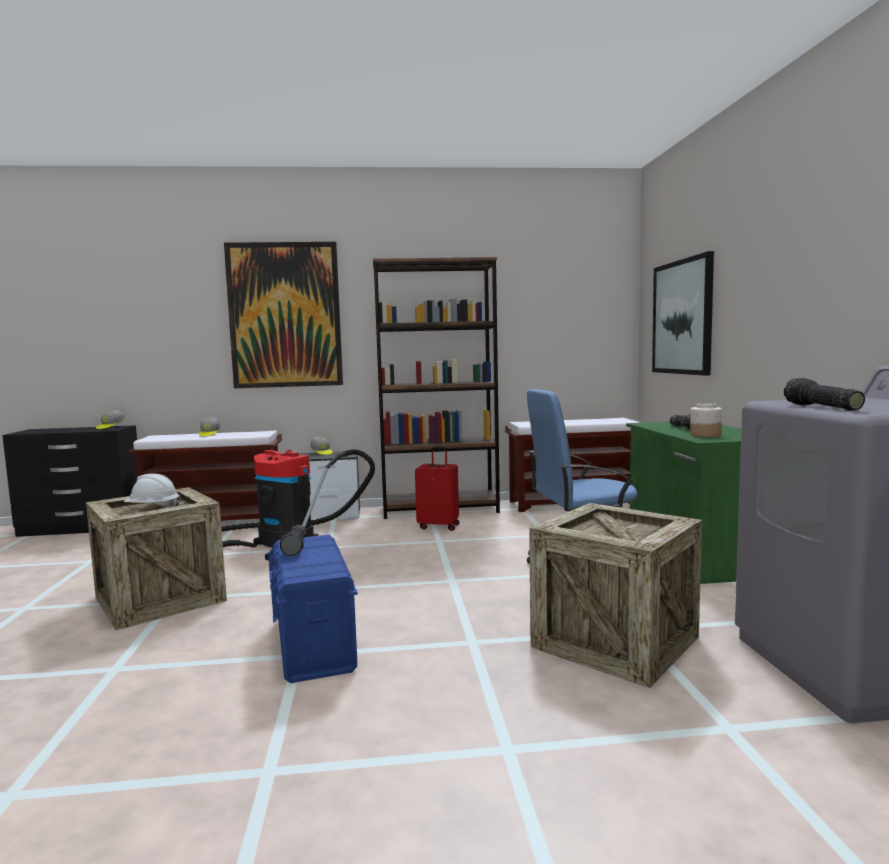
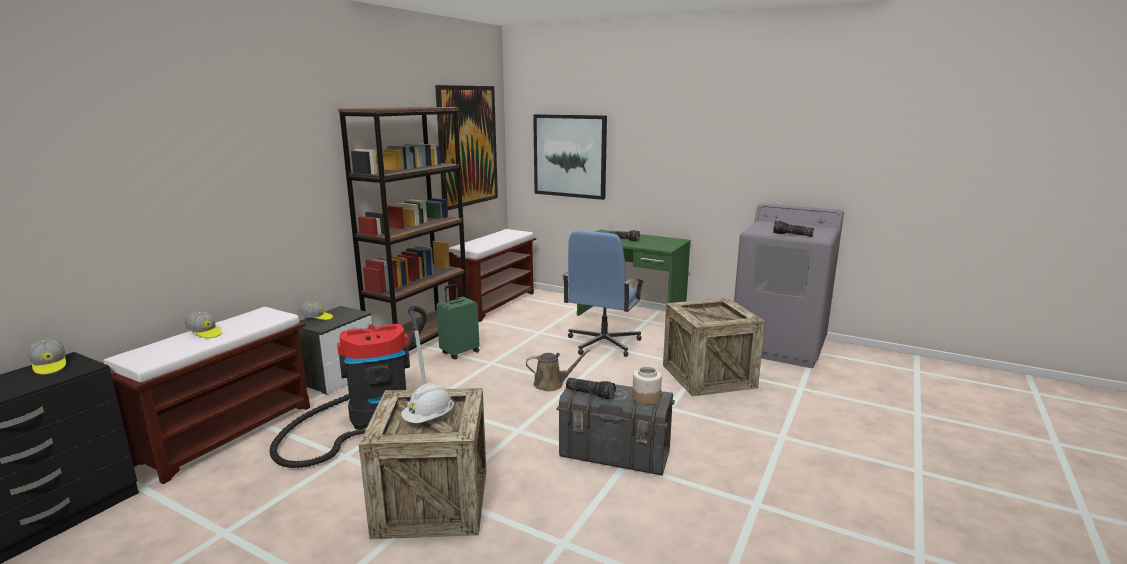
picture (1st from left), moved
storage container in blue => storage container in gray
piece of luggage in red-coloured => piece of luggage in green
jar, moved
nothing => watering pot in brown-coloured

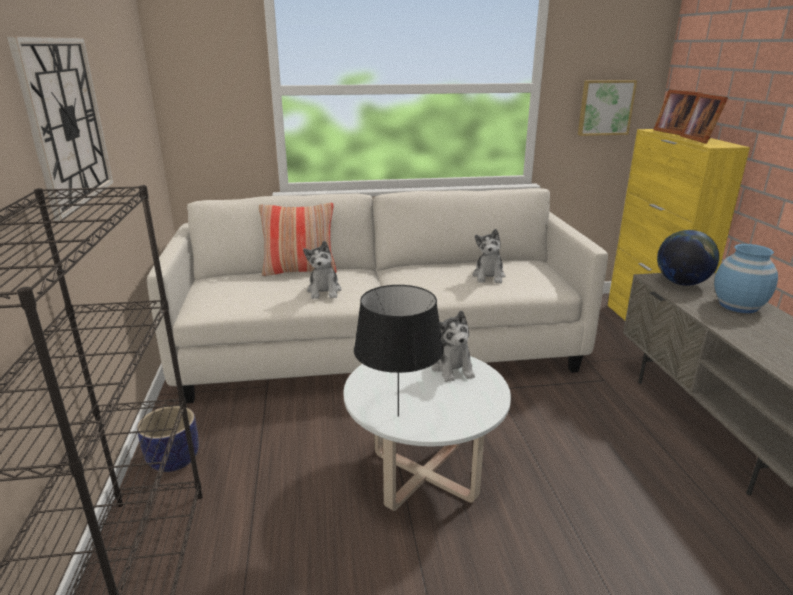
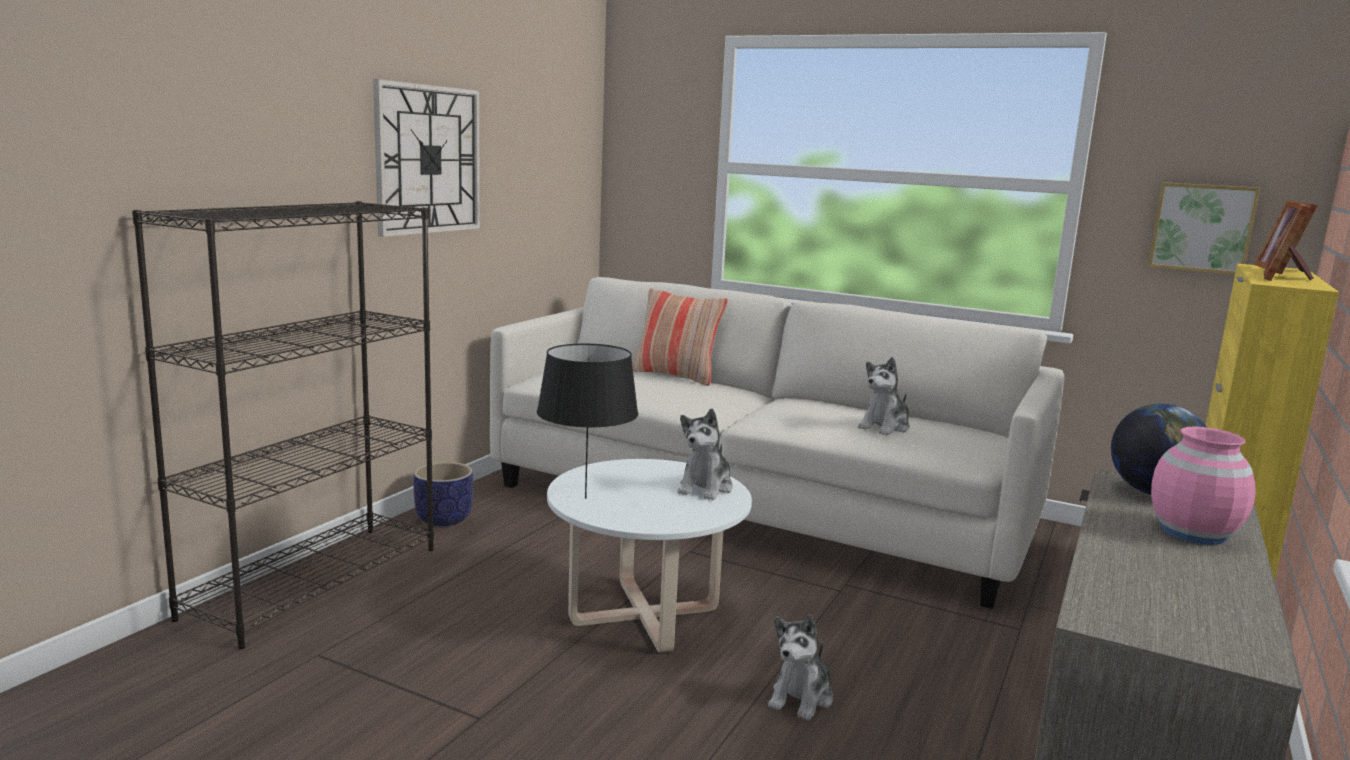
soft toy (1st from left in the first image) => soft toy (2nd from left), moved
vase in blue => vase in pinkish

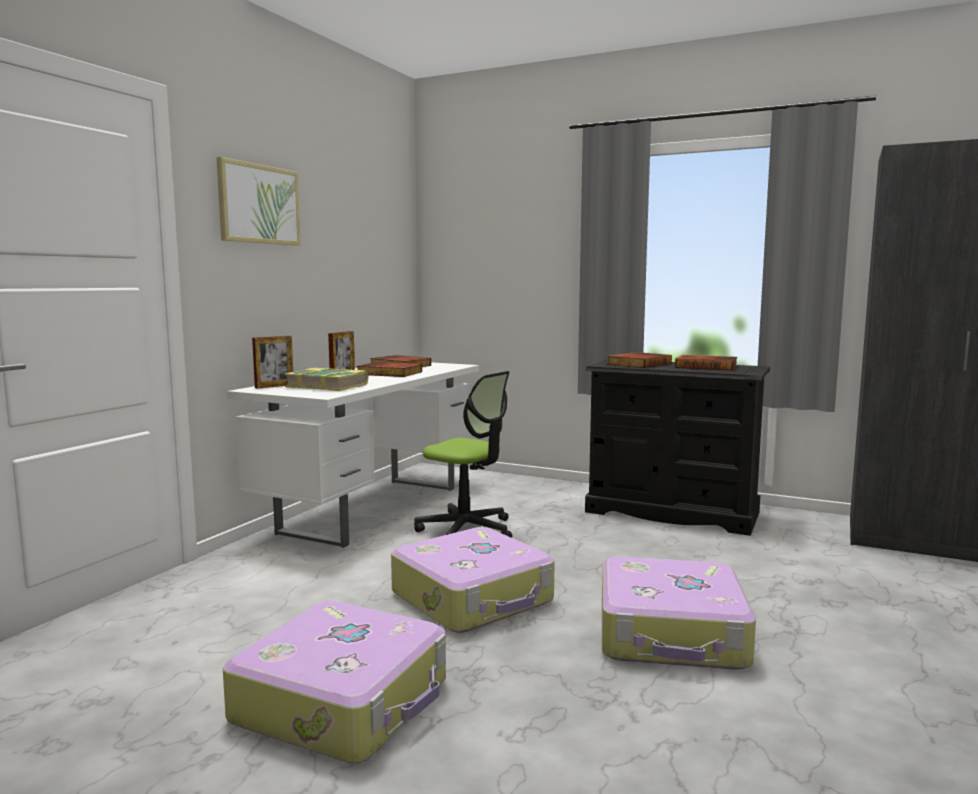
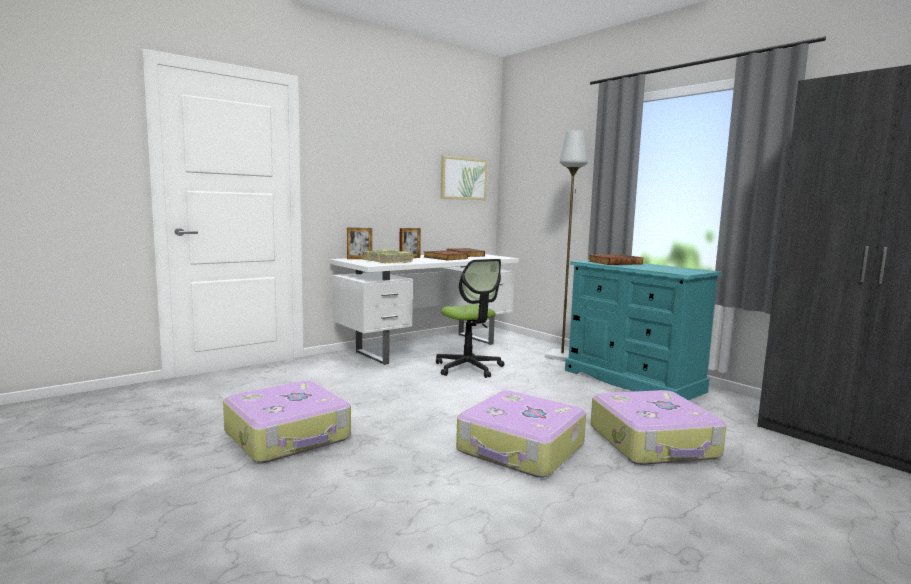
picture, moved
piece of luggage (2nd from left in the first image) => piece of luggage (3rd from left), moved
dresser in blackish => dresser in turquoise-coloured
book (5th from left) => nothing
nothing => standing lamp in gray

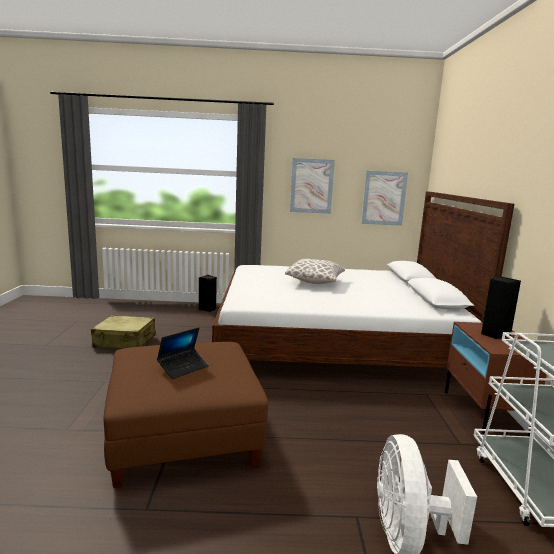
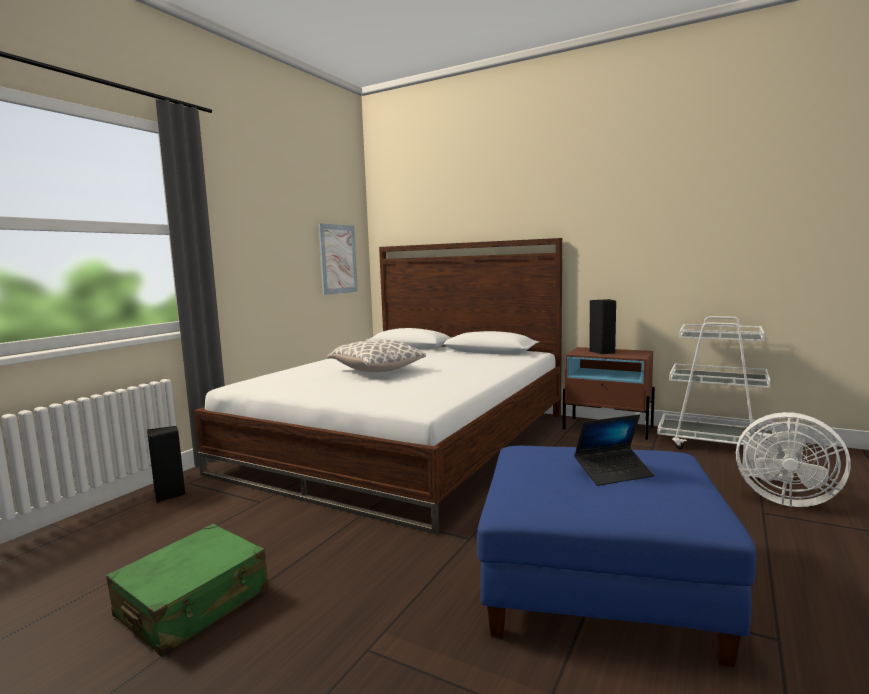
piece of luggage in sand-coloured => piece of luggage in green
pouffe in brown-coloured => pouffe in blue
portable computer, 90 degrees clockwise
picture (1st from left) => nothing

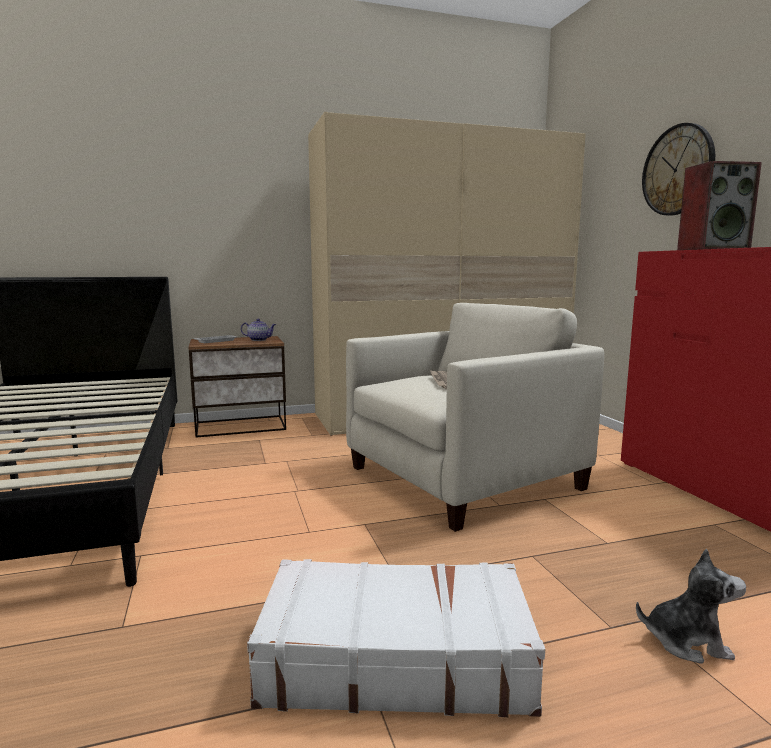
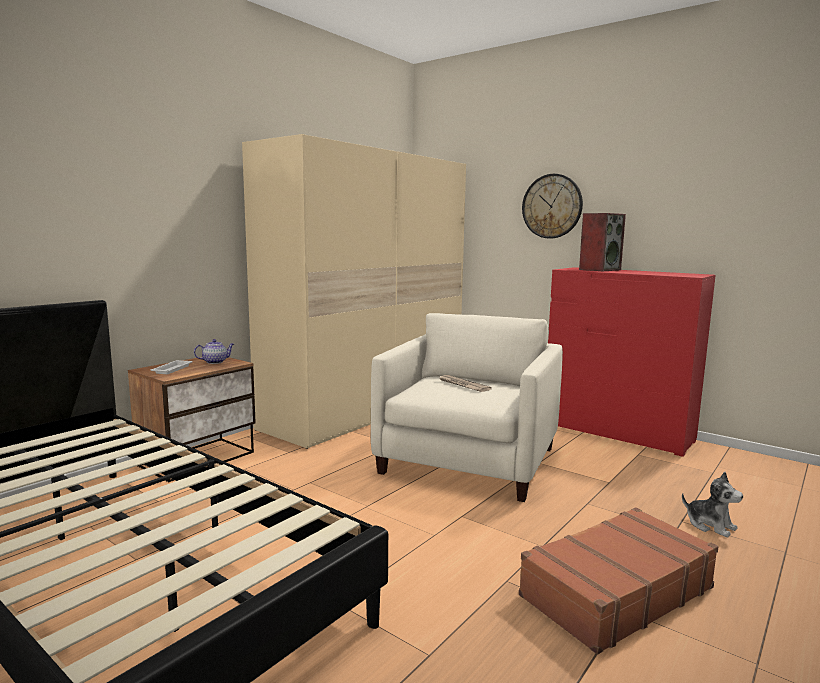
piece of luggage in whitish => piece of luggage in brown-coloured
soft toy, 75 degrees clockwise

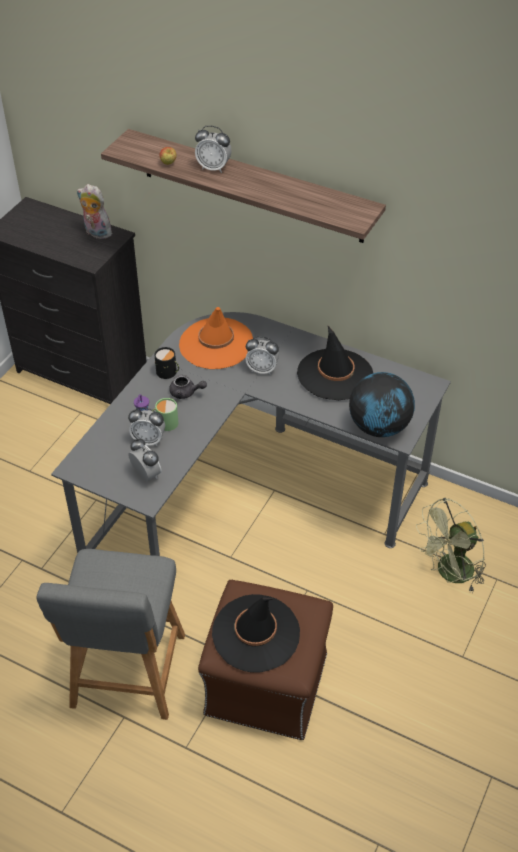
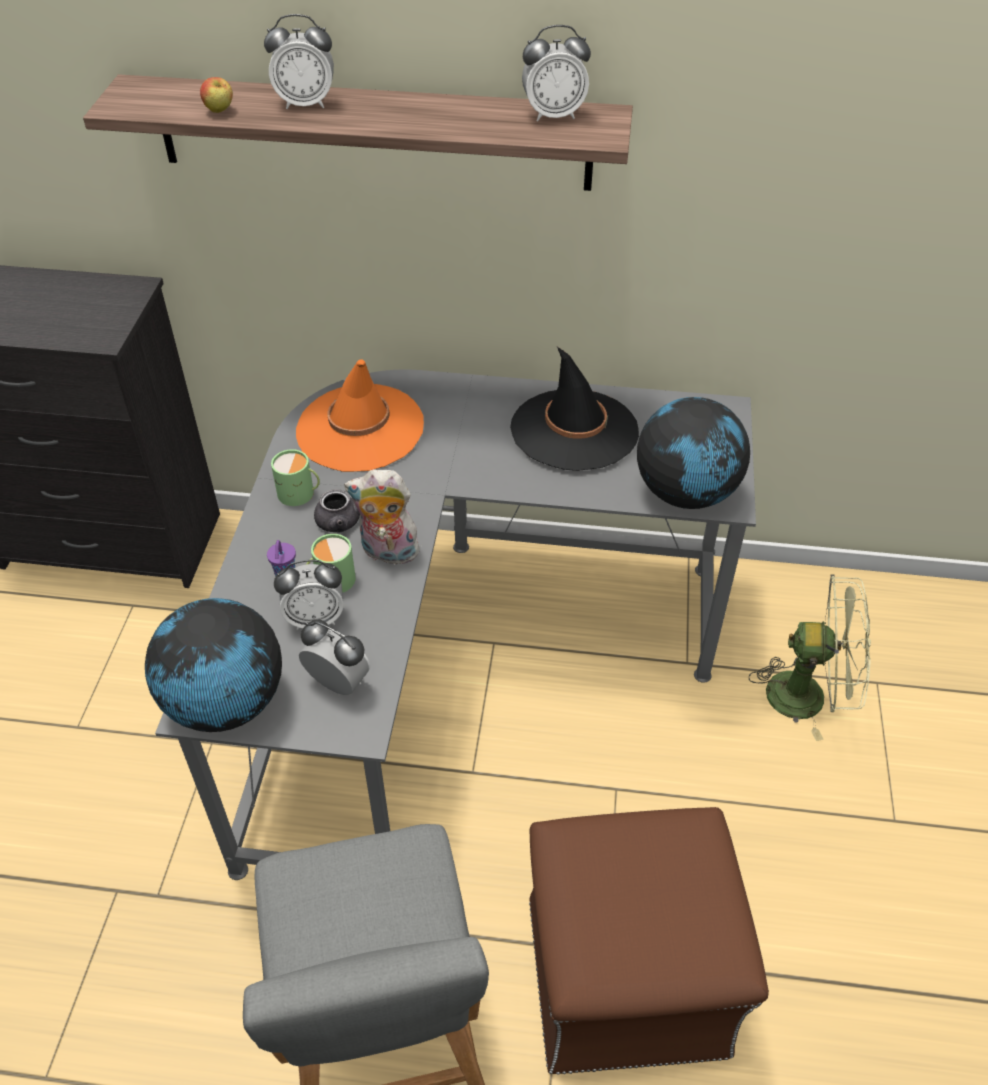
soft toy, moved
tea mug in blackish => tea mug in green (1st from left)
wearable hat in blackish (1st from left) => nothing
table clock (4th from left), moved
cooling fan in green, 120 degrees counterclockwise
nothing => globe (1st from left)

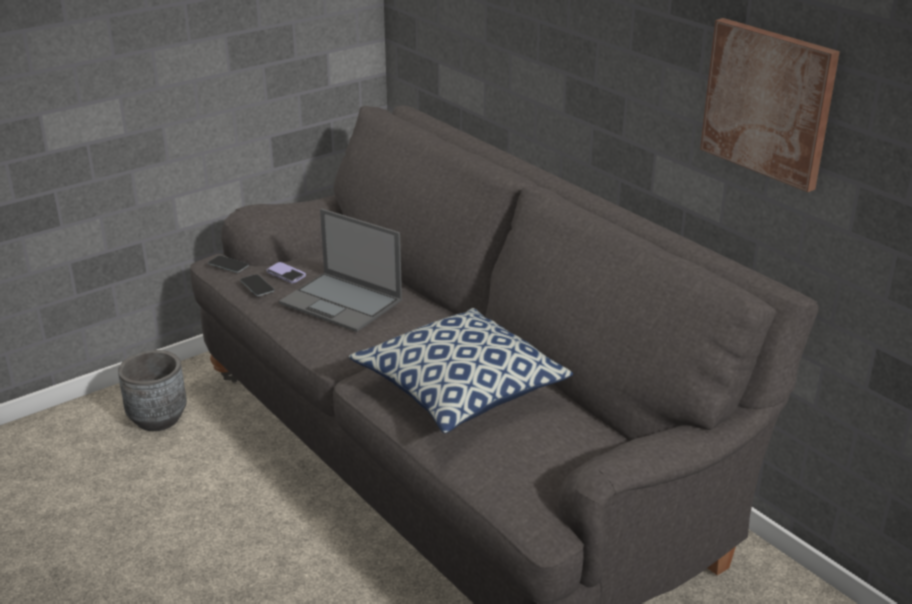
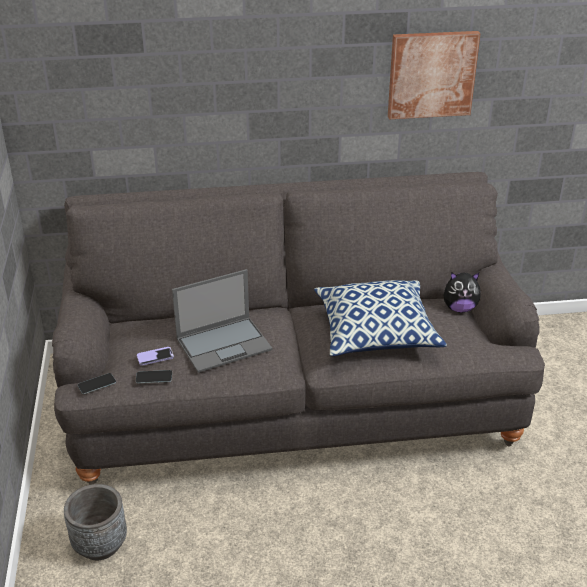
nothing => soft toy

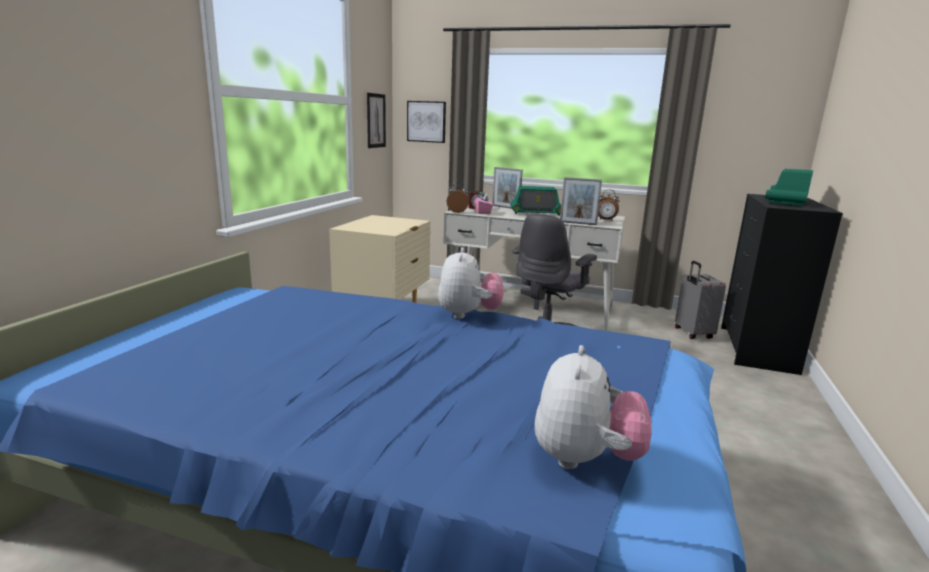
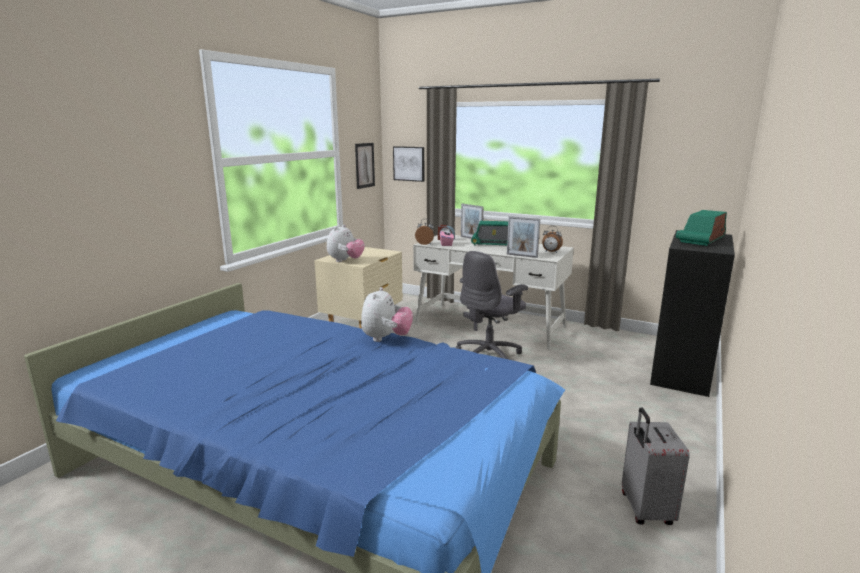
soft toy (2nd from left in the first image) => soft toy (1st from left), moved
piece of luggage in gray, moved

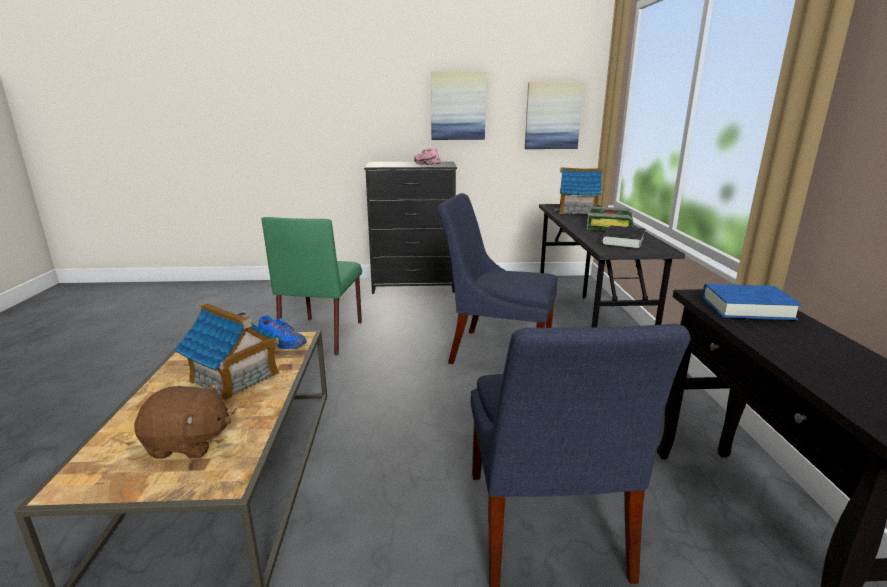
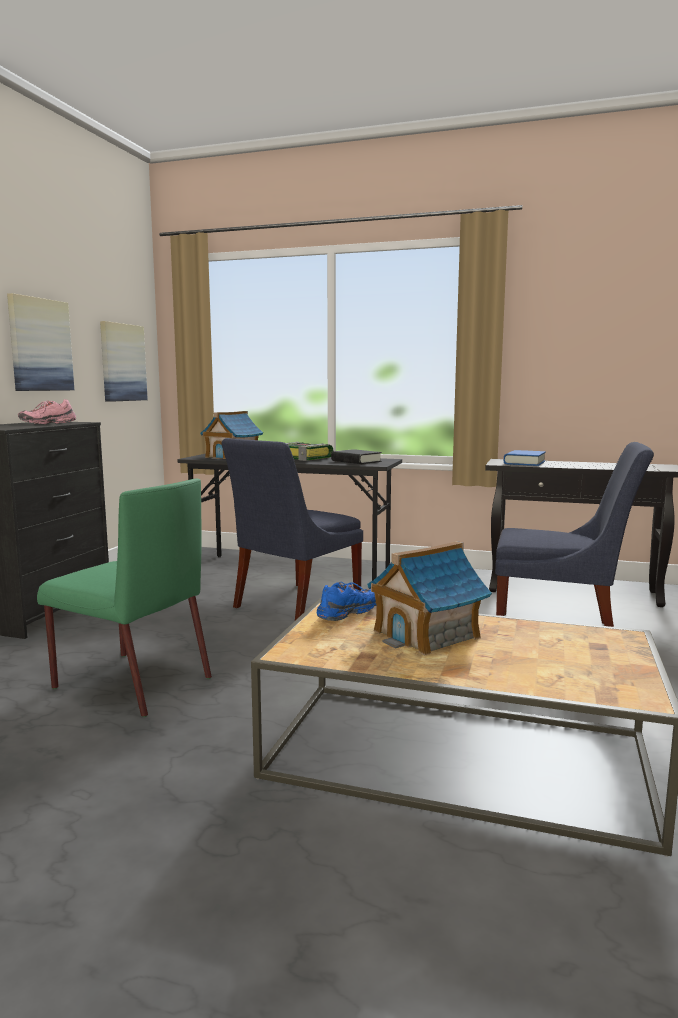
soft toy in brown-coloured => nothing

